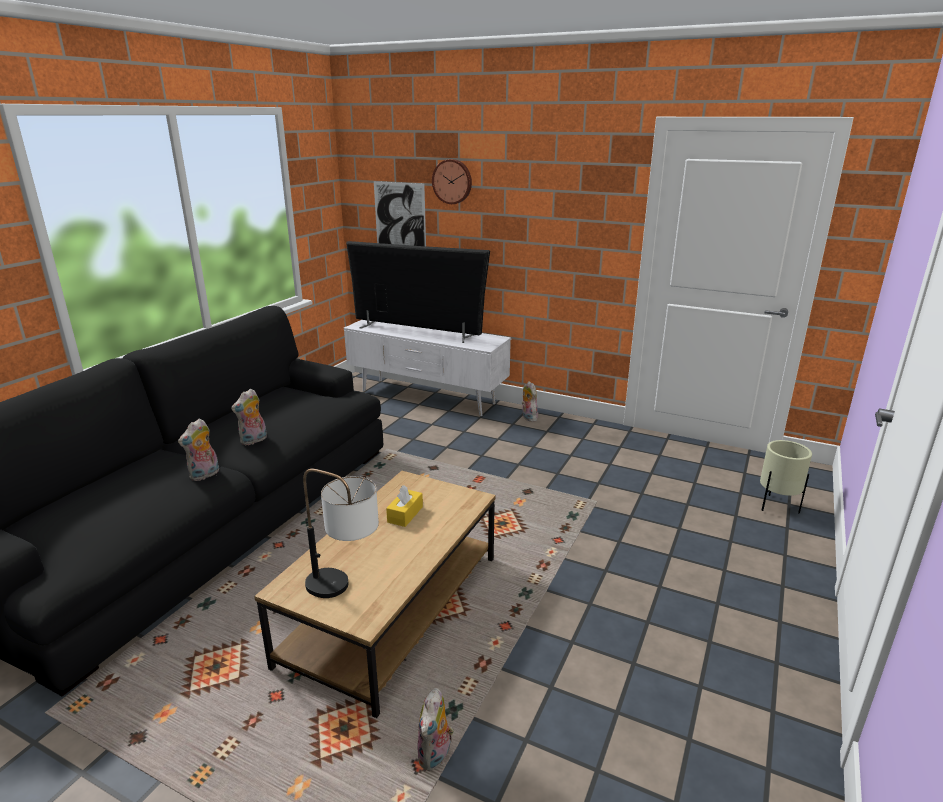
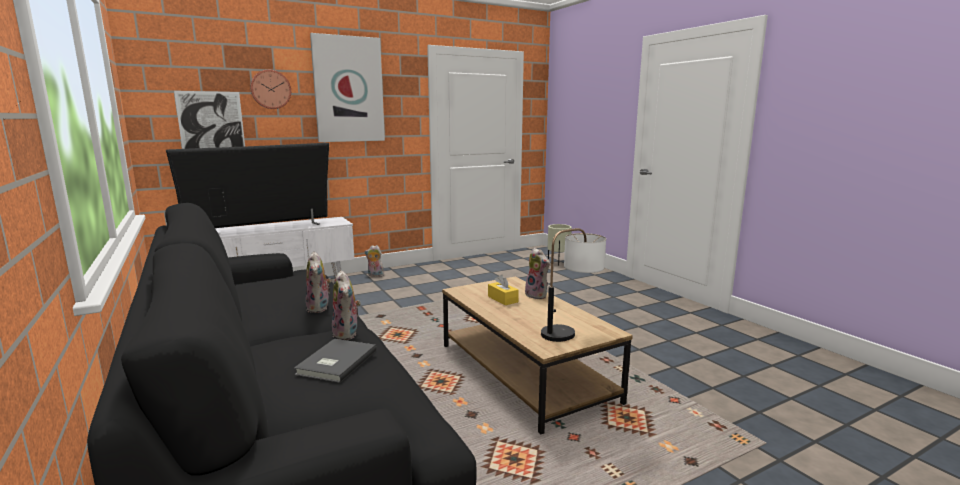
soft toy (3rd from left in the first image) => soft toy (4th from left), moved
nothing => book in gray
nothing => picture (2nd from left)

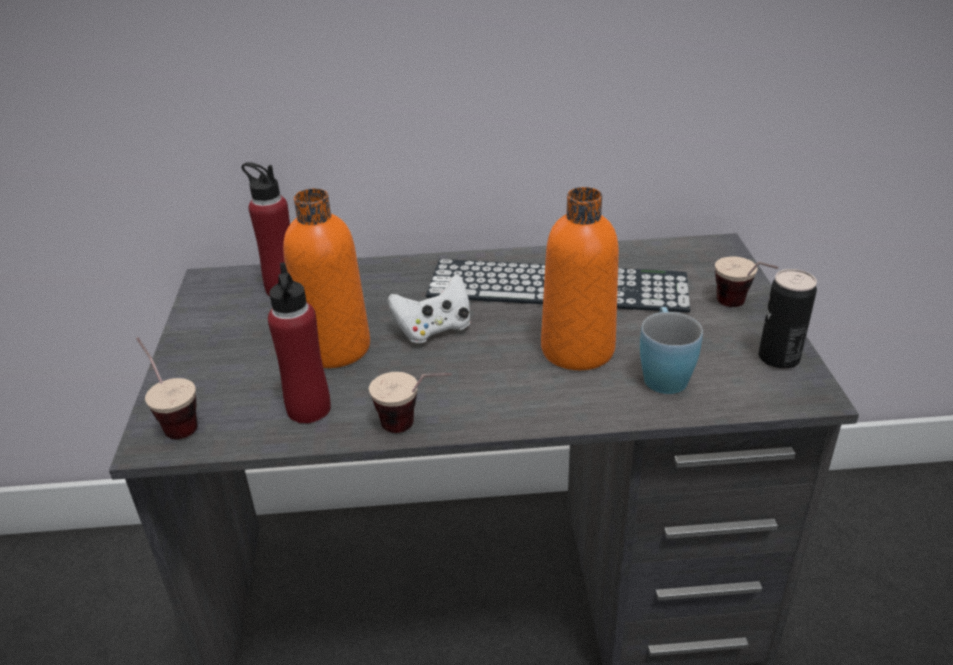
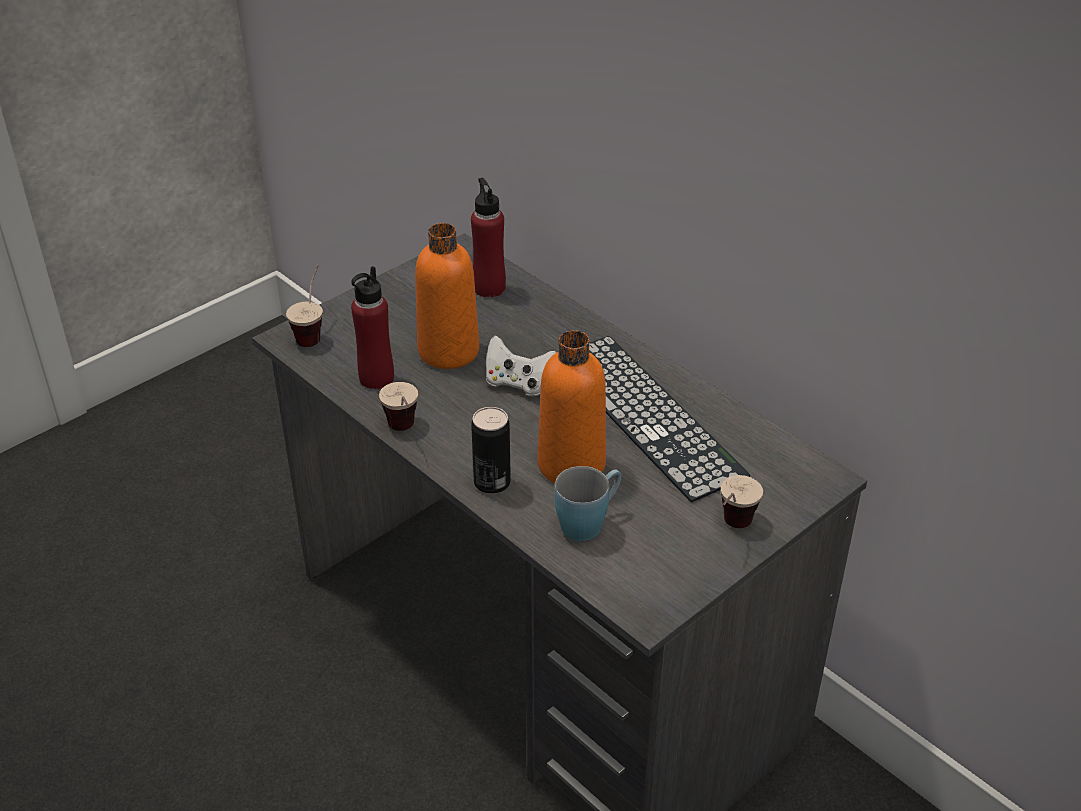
sealed can, moved

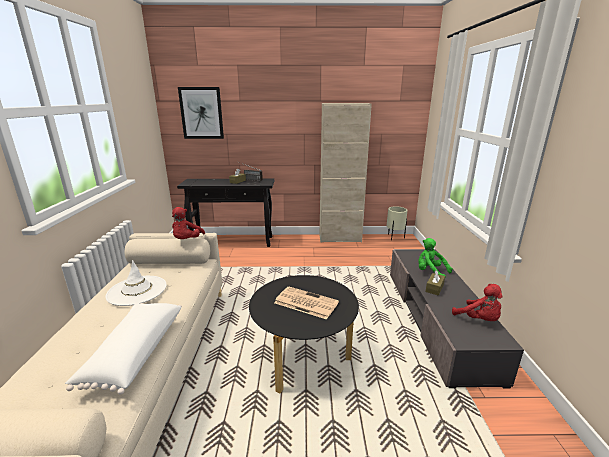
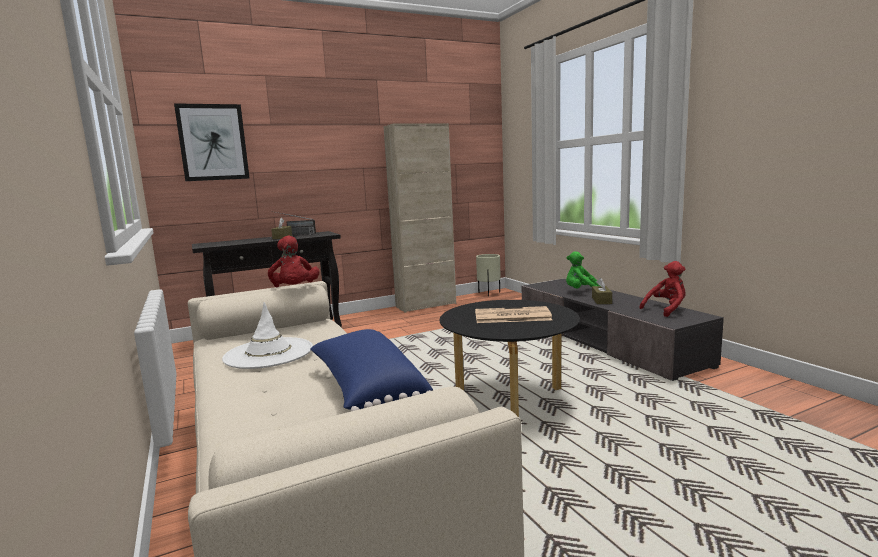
throw pillow in whitish => throw pillow in blue
soft toy in red-coloured (2nd from left), 60 degrees counterclockwise

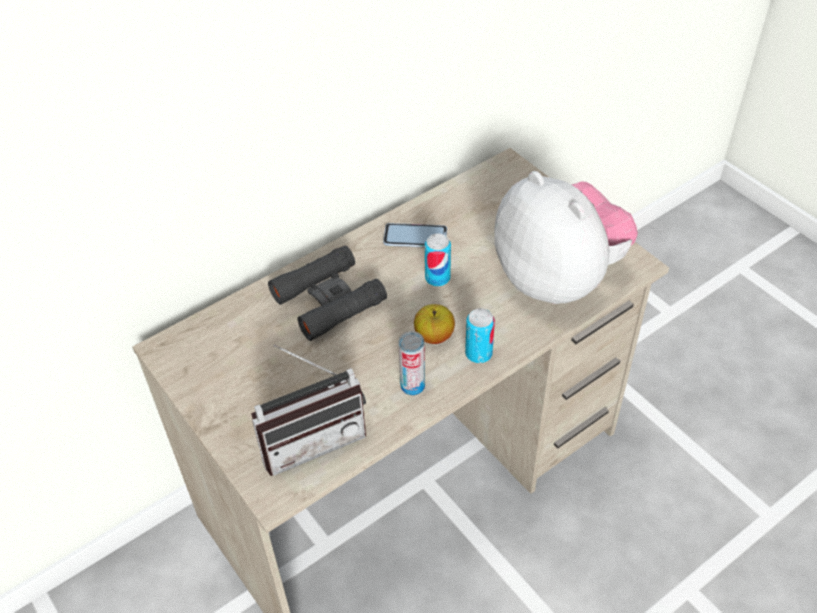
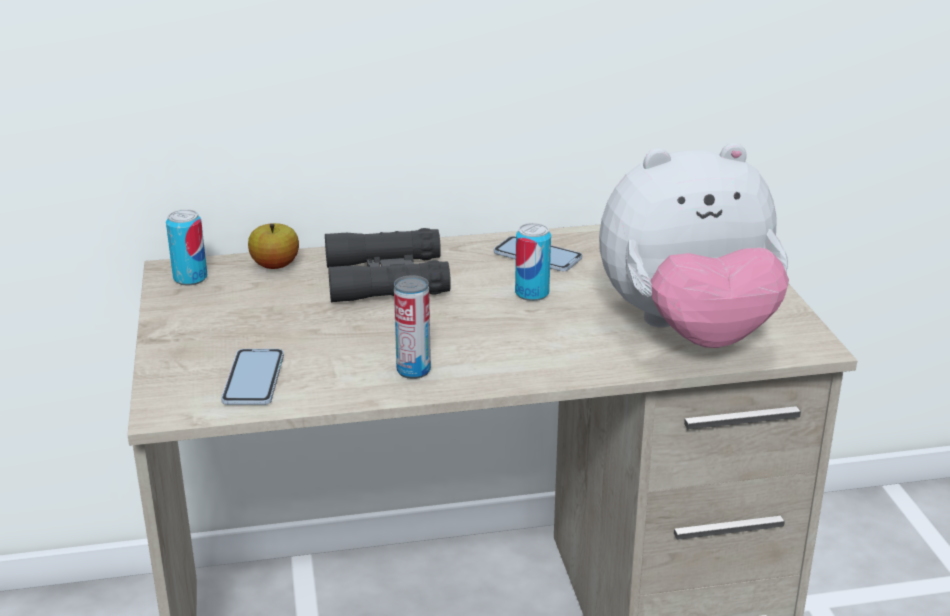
radio => handset (1st from left)
whole apple, moved
sealed can (3rd from left in the first image) => sealed can (1st from left), moved
soft toy, 90 degrees clockwise

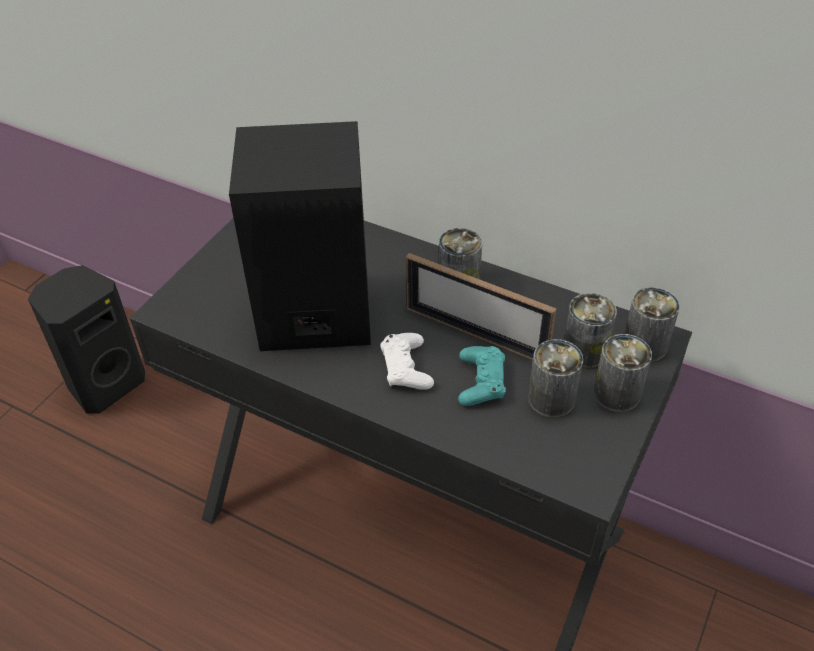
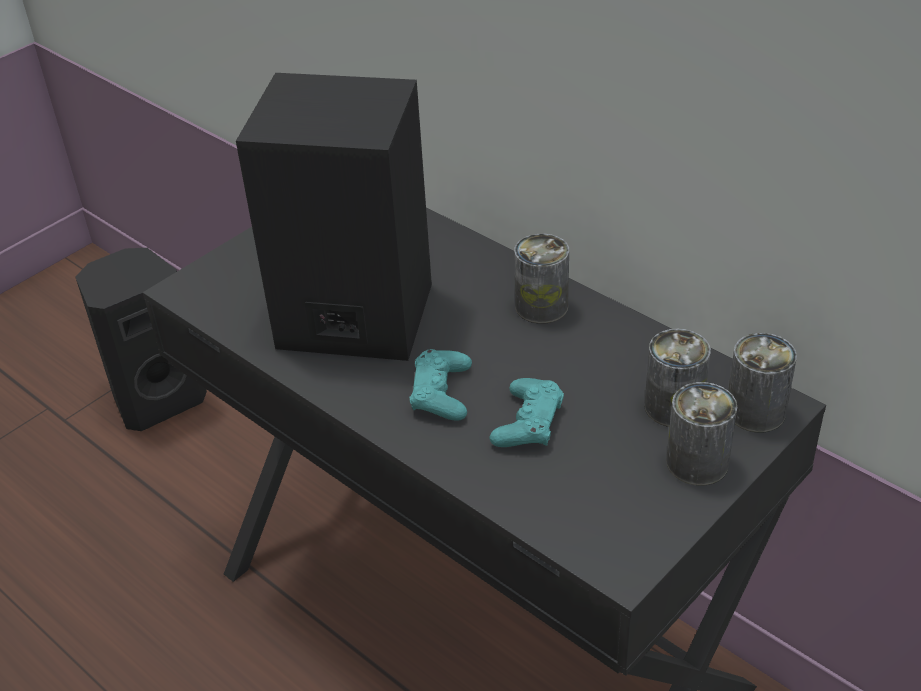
joypad in whitish => joypad in turquoise-coloured (1st from left)
standing frame => nothing
sealed can (2nd from left) => nothing

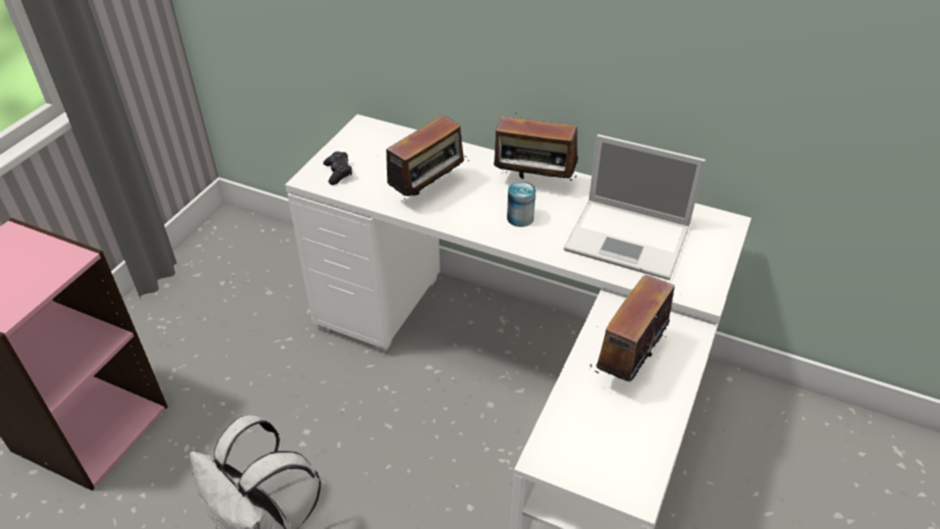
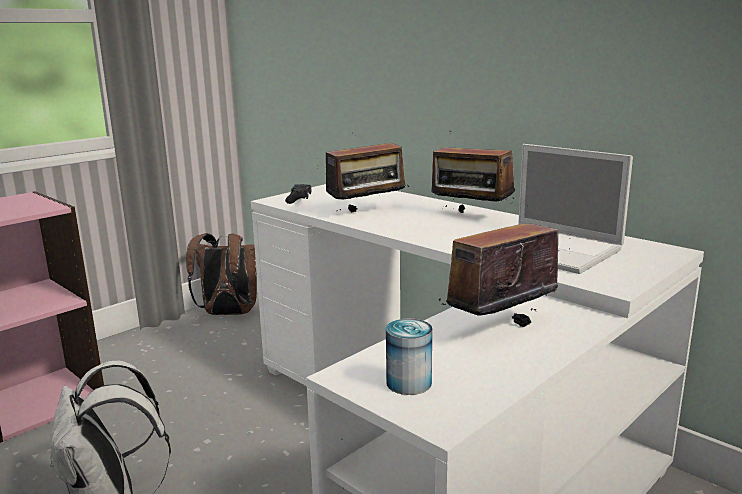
sealed can, moved
nothing => backpack in brown-coloured

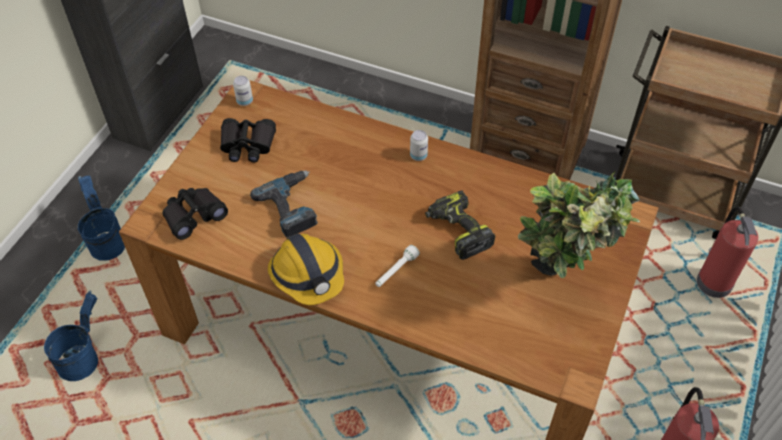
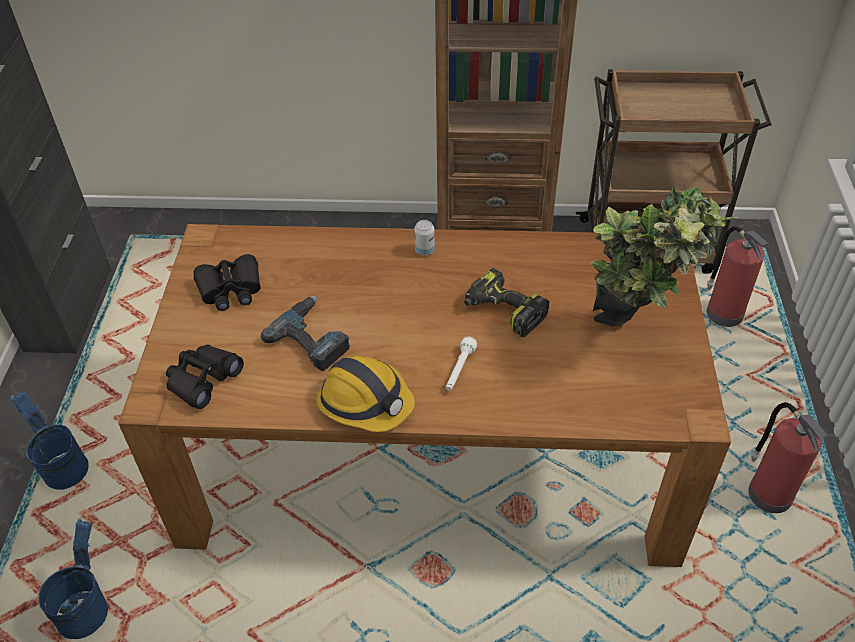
sealed can (1st from left) => nothing

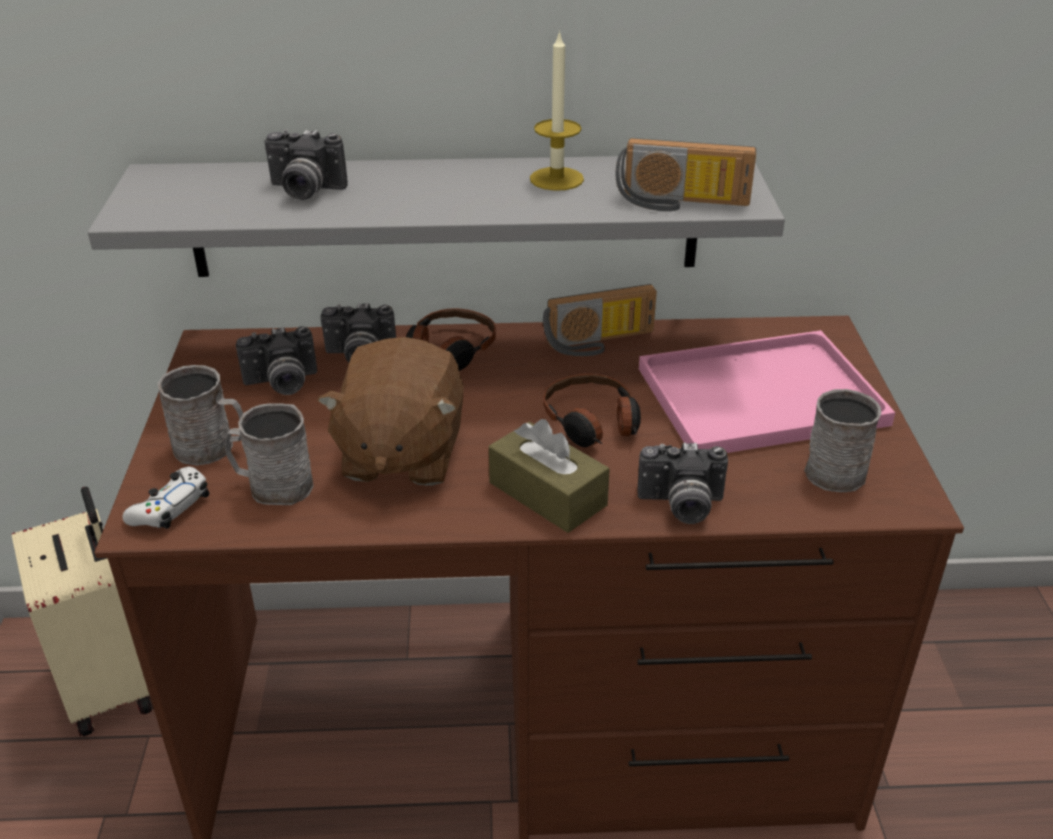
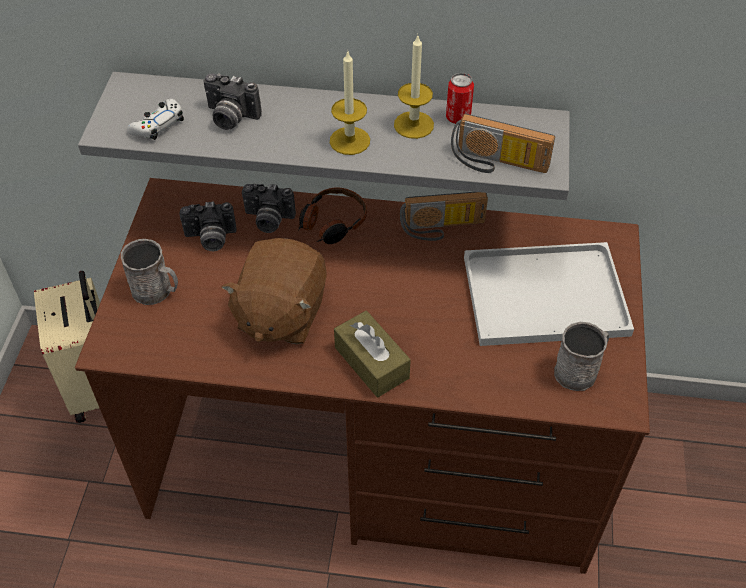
joypad in whitish, moved
tea mug in gray (2nd from left) => nothing
headset (2nd from left) => nothing
still camera (4th from left) => nothing
carrying tray in pinkish => carrying tray in whitish
nothing => candle (1st from left)
nothing => sealed can

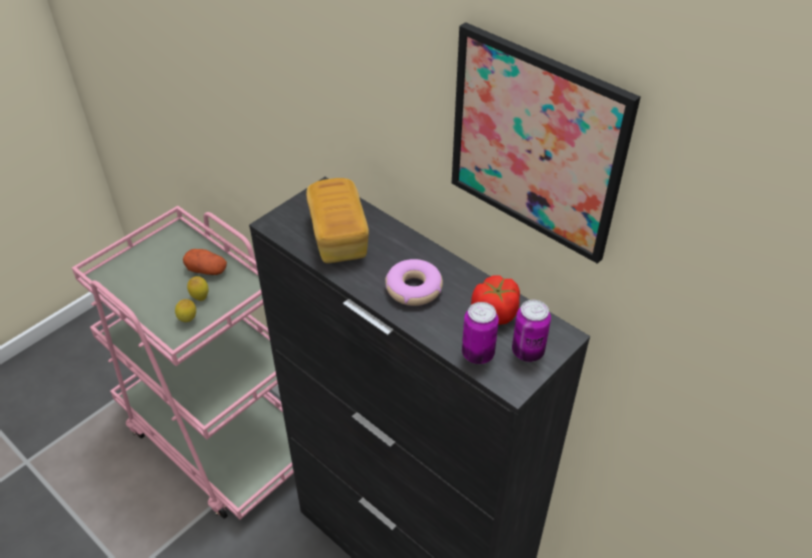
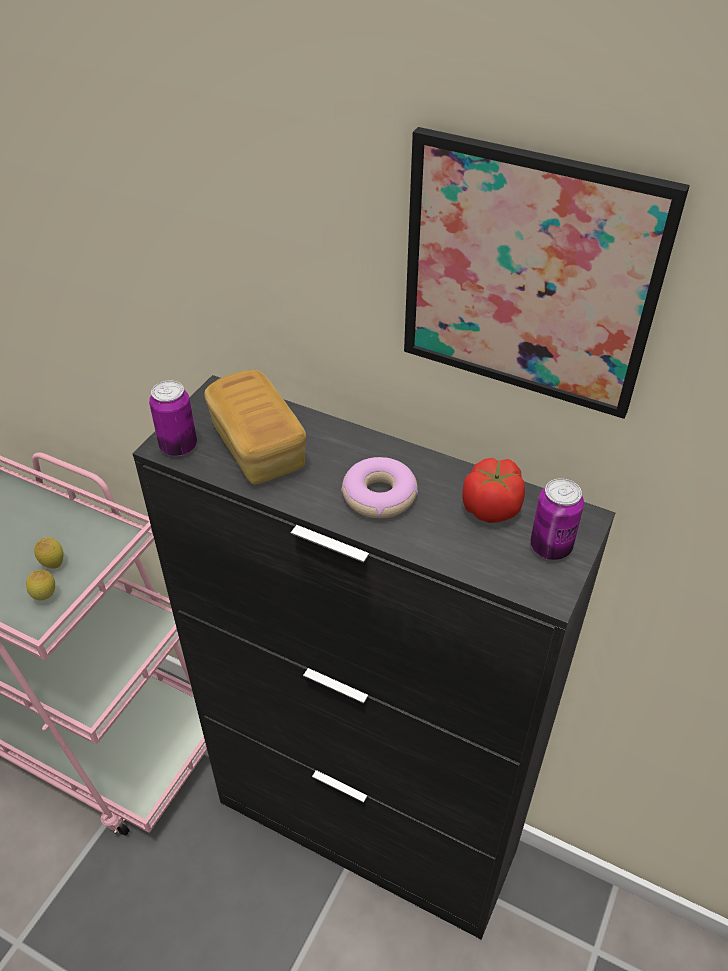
potato => nothing
sealed can (1st from left), moved

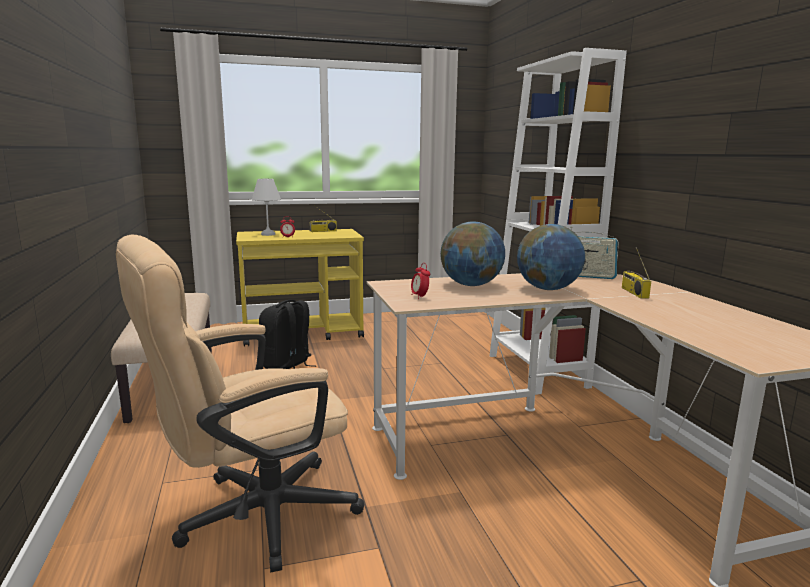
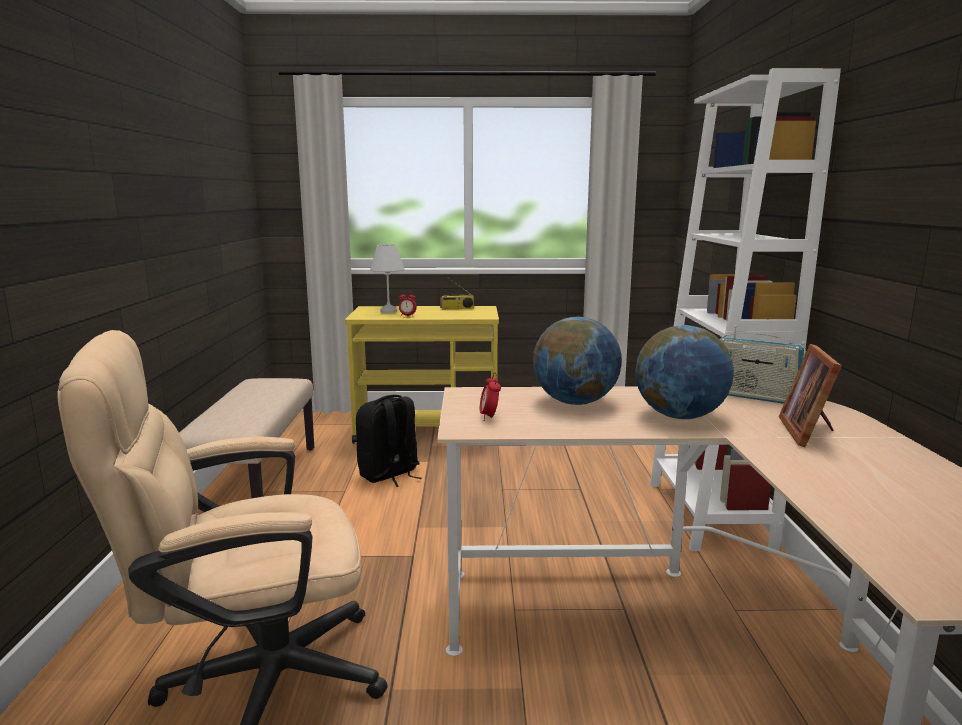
radio (3rd from left) => standing frame

